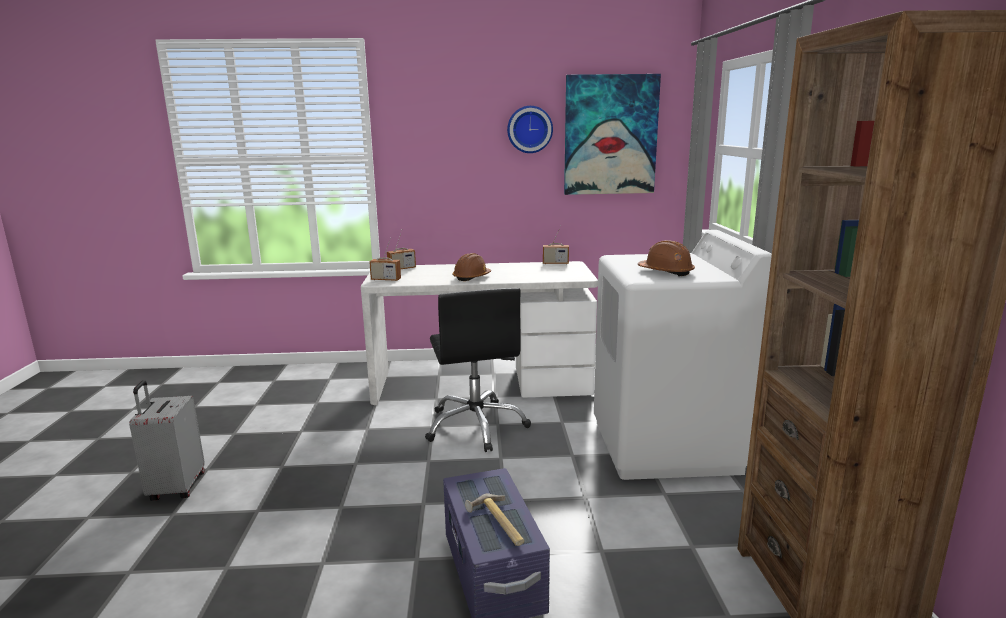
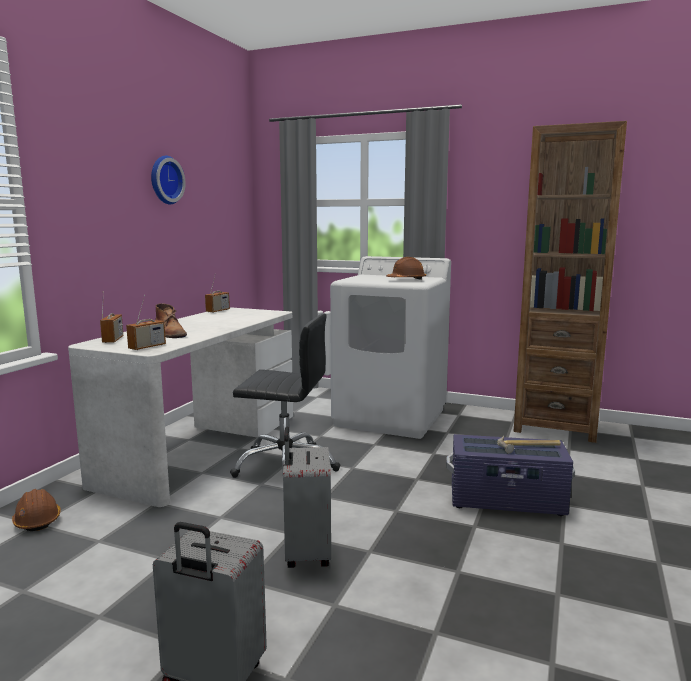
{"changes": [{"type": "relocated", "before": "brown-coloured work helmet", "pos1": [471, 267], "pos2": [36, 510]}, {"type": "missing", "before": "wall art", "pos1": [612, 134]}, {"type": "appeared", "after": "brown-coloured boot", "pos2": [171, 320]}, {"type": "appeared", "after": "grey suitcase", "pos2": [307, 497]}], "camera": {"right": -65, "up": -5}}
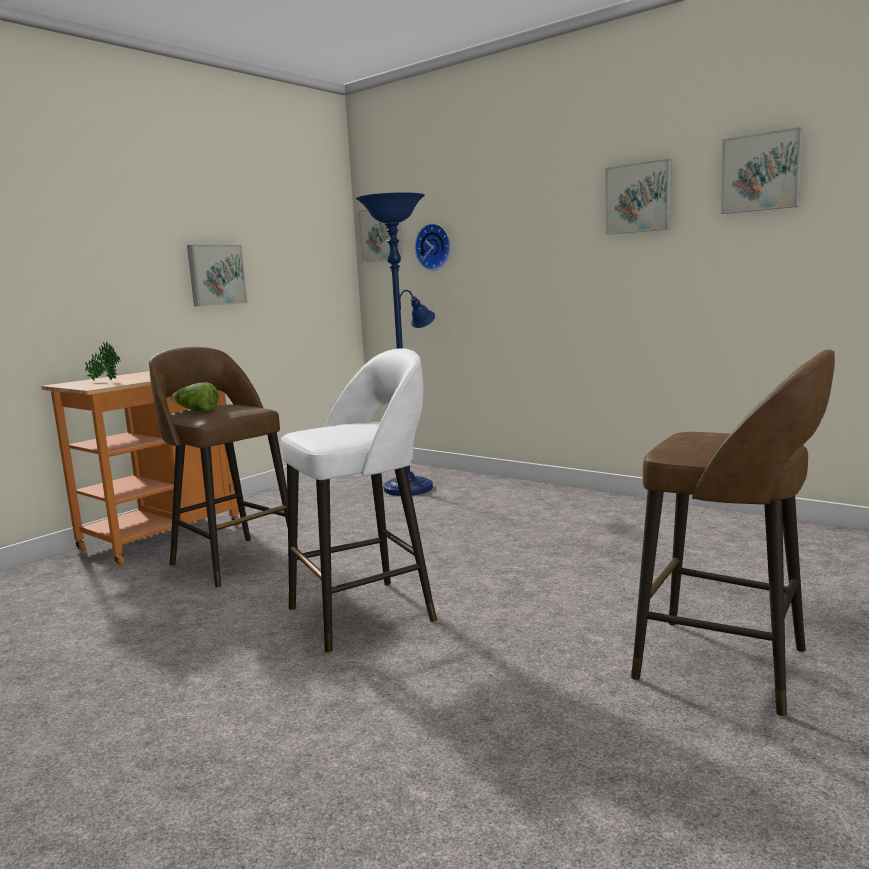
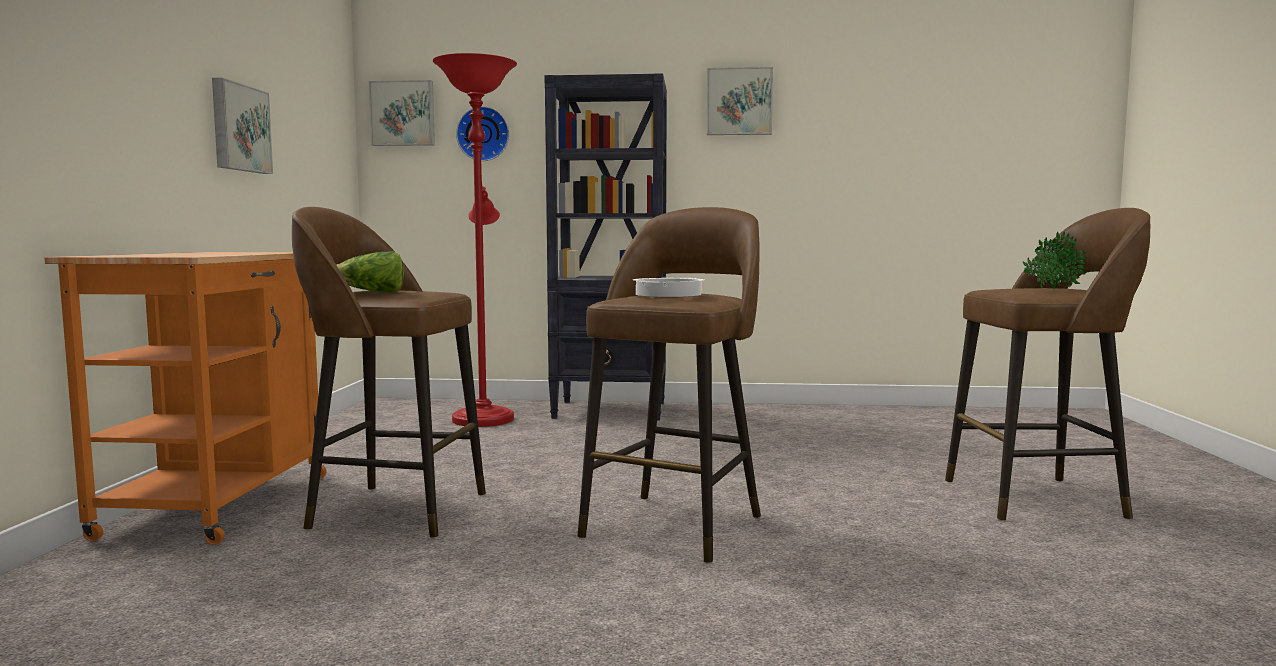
{"changes": [{"type": "relocated", "before": "plant in a pot", "pos1": [103, 361], "pos2": [1055, 260]}, {"type": "colour", "before": "white-coloured stool", "after": "brown-coloured stool", "pos1": [359, 500], "pos2": [669, 385]}, {"type": "colour", "before": "blue floor lamp", "after": "reddish floor lamp", "pos1": [395, 344], "pos2": [475, 240]}, {"type": "missing", "before": "wall art", "pos1": [761, 170]}, {"type": "appeared", "after": "black-coloured shelving unit", "pos2": [605, 247]}, {"type": "appeared", "after": "stockpot", "pos2": [668, 287]}], "camera": {"right": -35, "up": -5}}
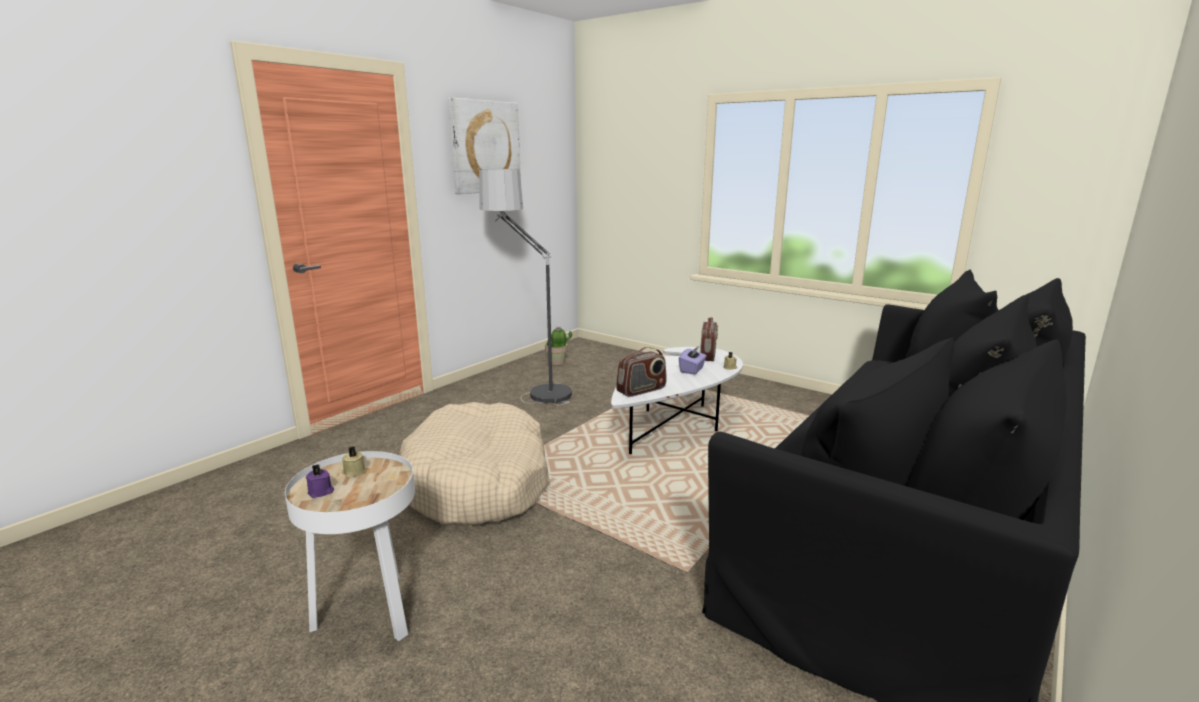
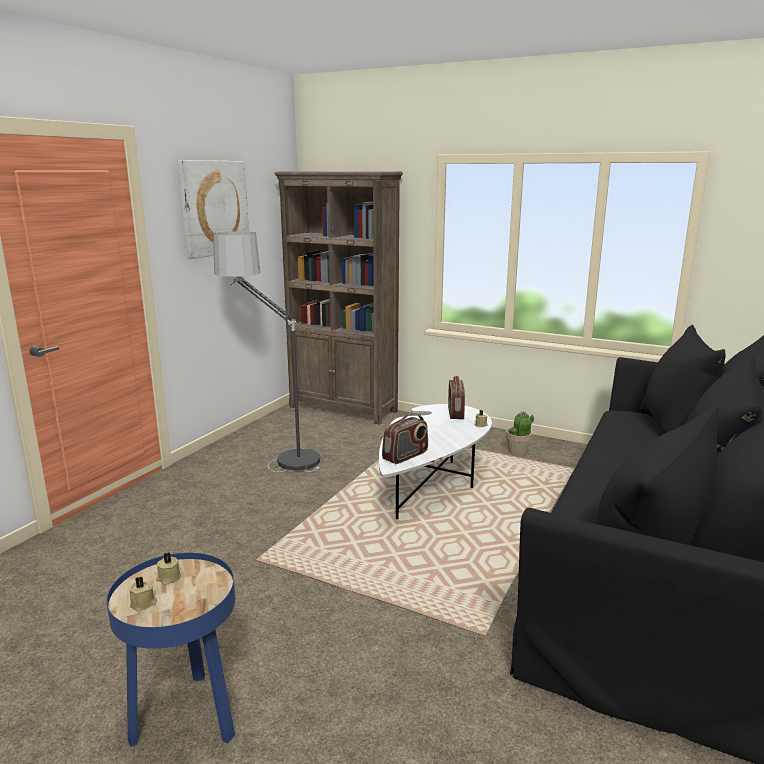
{"changes": [{"type": "colour", "before": "white-coloured accent table", "after": "blue accent table", "pos1": [350, 546], "pos2": [171, 650]}, {"type": "colour", "before": "purplish wax candle", "after": "beige wax candle", "pos1": [320, 481], "pos2": [143, 594]}, {"type": "missing", "before": "beige pet bed", "pos1": [474, 463]}, {"type": "relocated", "before": "plant in a pot", "pos1": [558, 346], "pos2": [520, 433]}, {"type": "missing", "before": "purplish tissue box", "pos1": [693, 360]}, {"type": "appeared", "after": "brown-coloured shelving unit", "pos2": [338, 298]}], "camera": {"right": -10, "up": 0}}
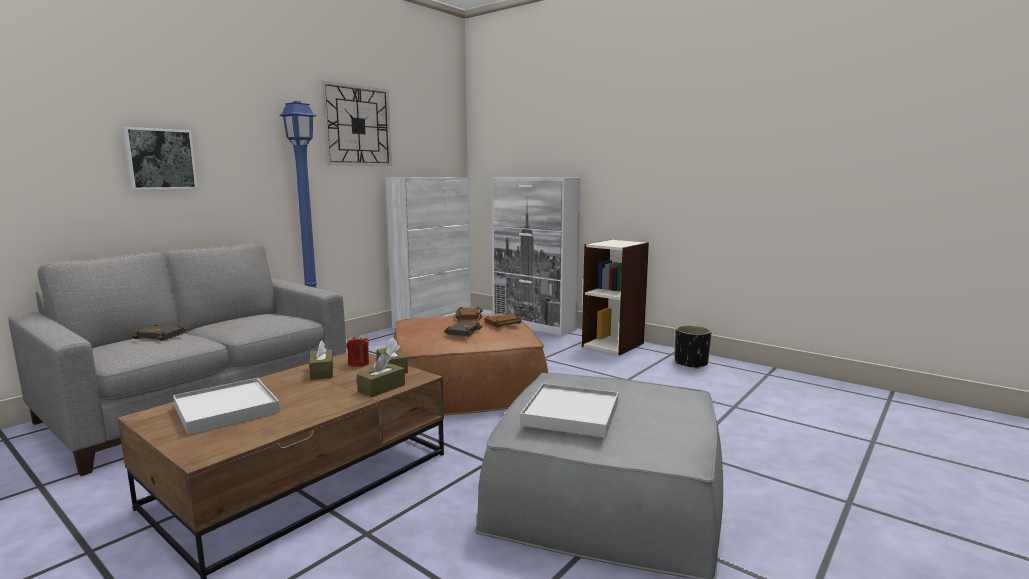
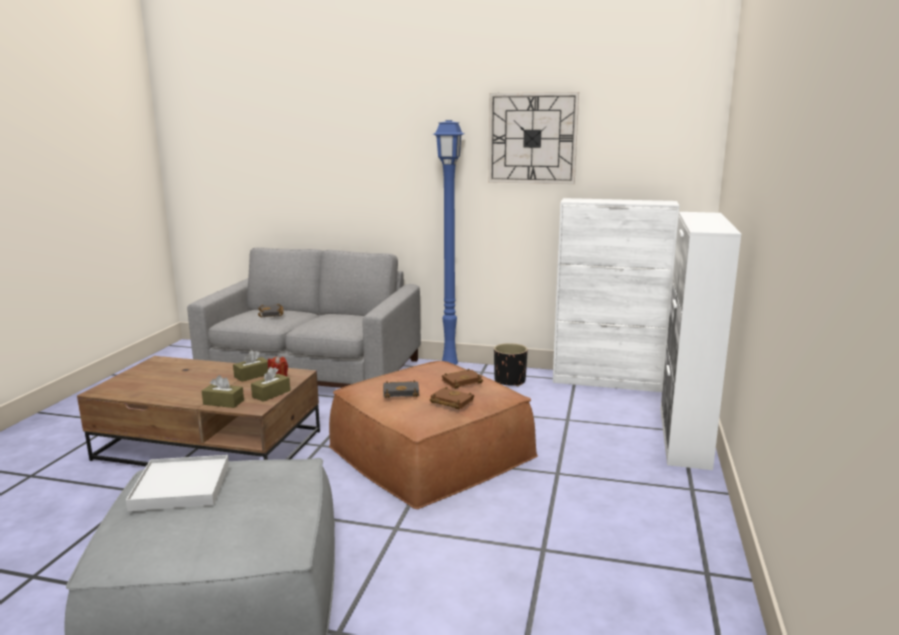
{"changes": [{"type": "missing", "before": "wall art", "pos1": [160, 158]}, {"type": "missing", "before": "white-coloured carrying tray", "pos1": [226, 406]}, {"type": "missing", "before": "shelving unit", "pos1": [615, 297]}, {"type": "relocated", "before": "black-coloured planter", "pos1": [693, 347], "pos2": [511, 365]}], "camera": {"right": 65, "up": 5}}
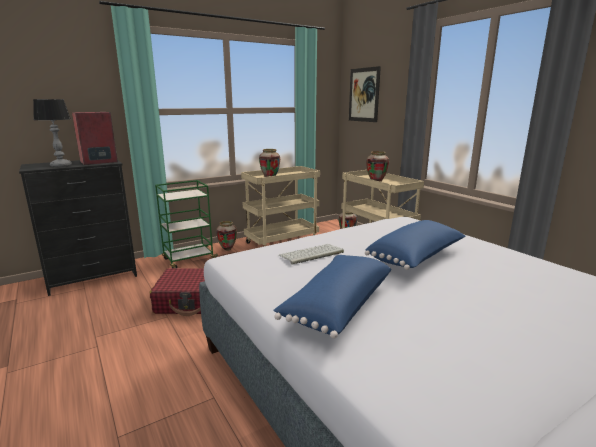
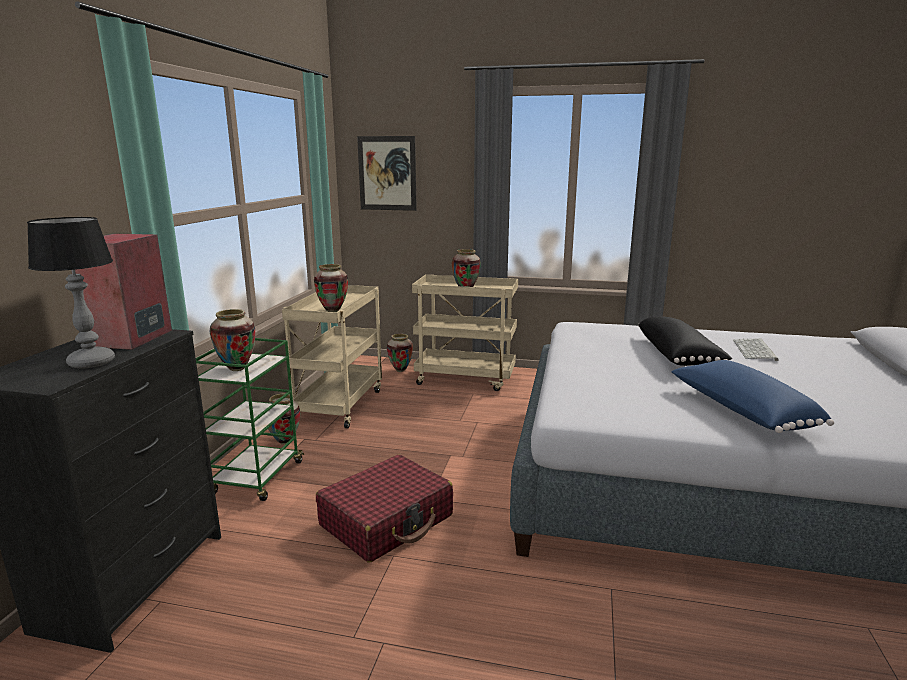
{"changes": [{"type": "relocated", "before": "PC keyboard", "pos1": [311, 254], "pos2": [755, 349]}, {"type": "colour", "before": "blue cushion", "after": "black-coloured cushion", "pos1": [415, 245], "pos2": [685, 341]}, {"type": "appeared", "after": "decorative vase", "pos2": [232, 340]}], "camera": {"right": -45, "up": 0}}
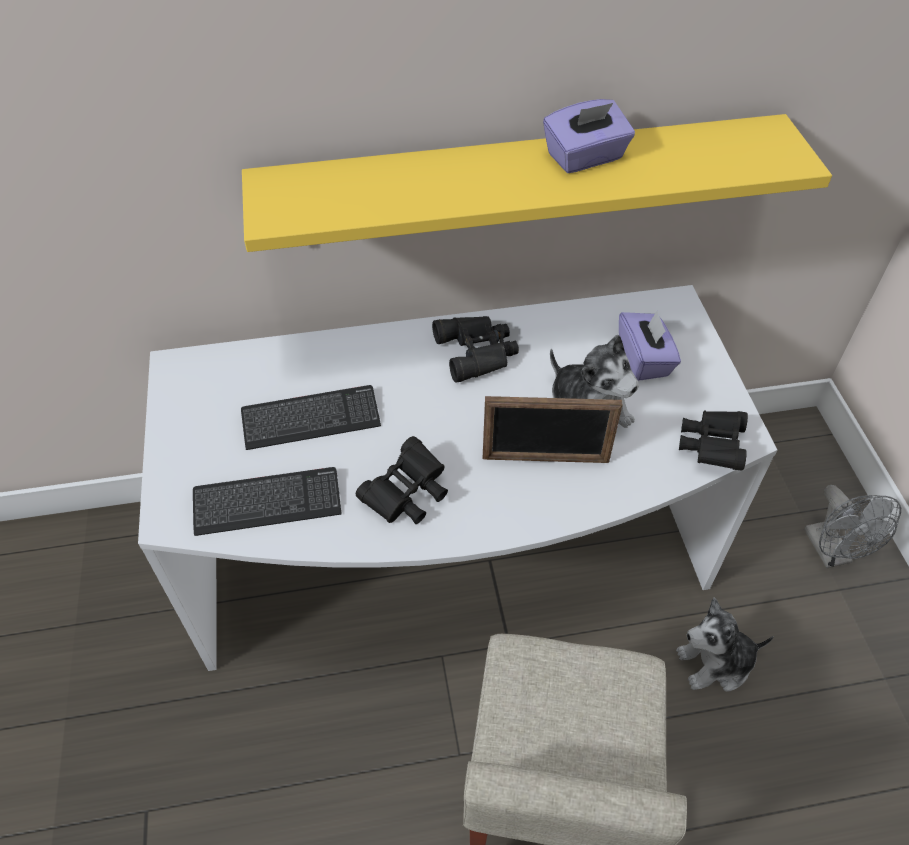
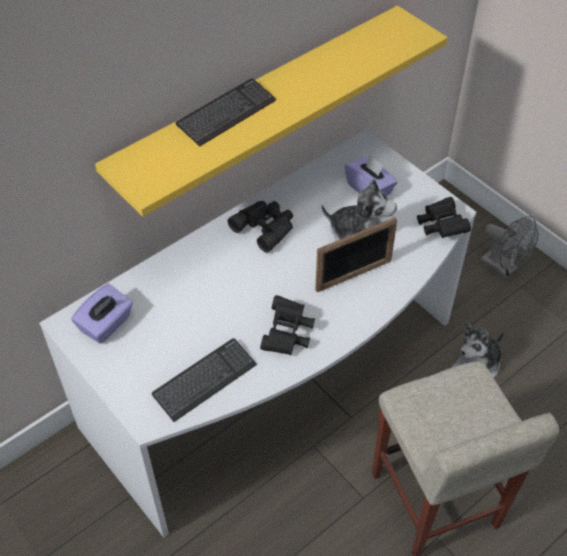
{"changes": [{"type": "relocated", "before": "PC keyboard", "pos1": [311, 417], "pos2": [225, 112]}, {"type": "relocated", "before": "purplish tissue box", "pos1": [589, 136], "pos2": [102, 313]}], "camera": {"right": -30, "up": 0}}
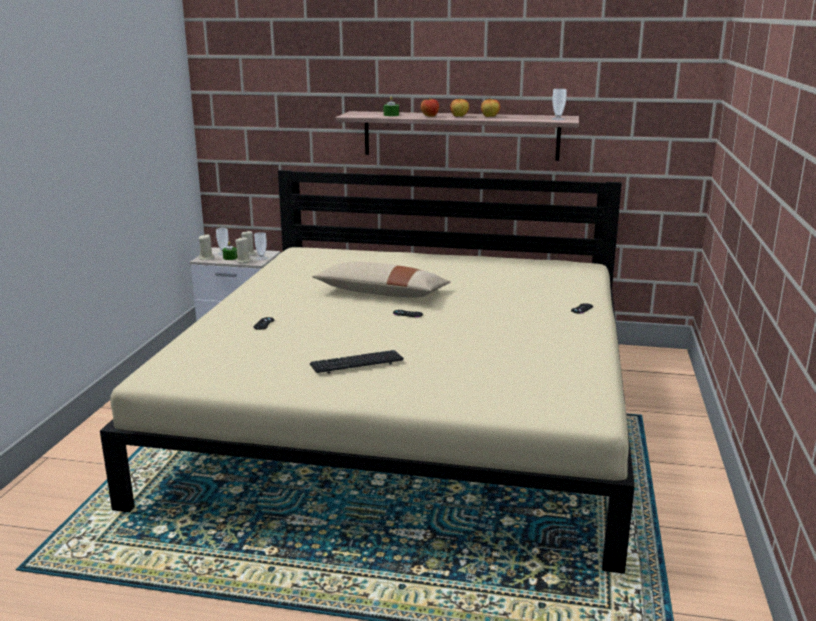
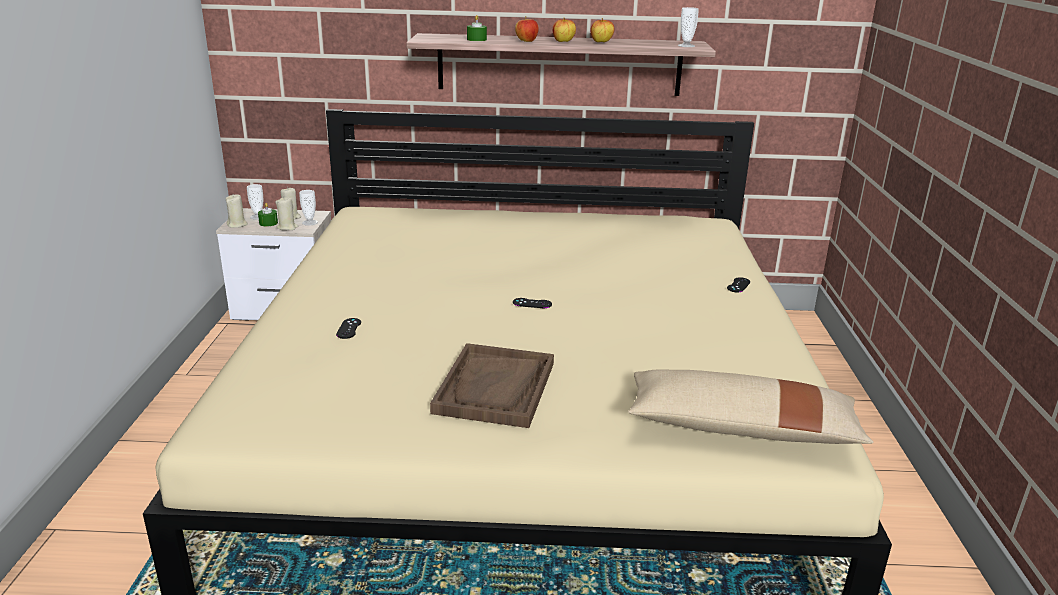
{"changes": [{"type": "exchanged", "before": "PC keyboard", "after": "brown-coloured carrying tray", "pos1": [357, 362], "pos2": [492, 385]}, {"type": "relocated", "before": "beige cushion", "pos1": [381, 280], "pos2": [750, 406]}], "camera": {"right": -10, "up": 5}}
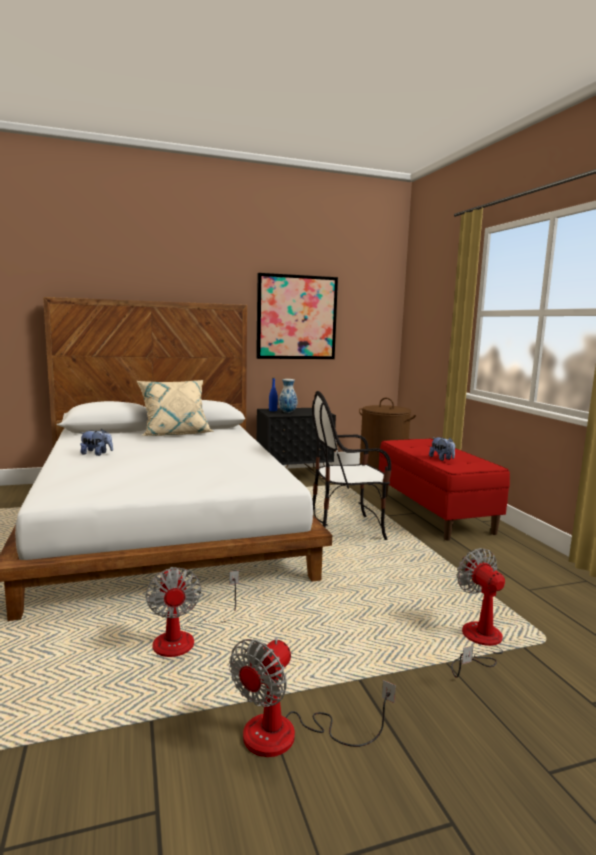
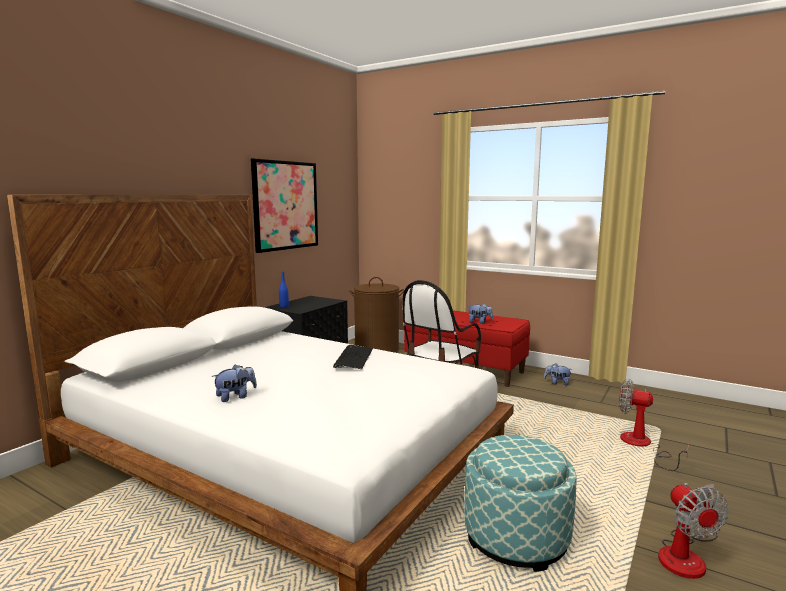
{"changes": [{"type": "missing", "before": "beige cushion", "pos1": [175, 408]}, {"type": "exchanged", "before": "electric fan", "after": "footrest", "pos1": [192, 612], "pos2": [520, 503]}, {"type": "missing", "before": "decorative vase", "pos1": [287, 396]}, {"type": "appeared", "after": "PC keyboard", "pos2": [353, 357]}, {"type": "appeared", "after": "soft toy", "pos2": [557, 374]}], "camera": {"right": -40, "up": 0}}
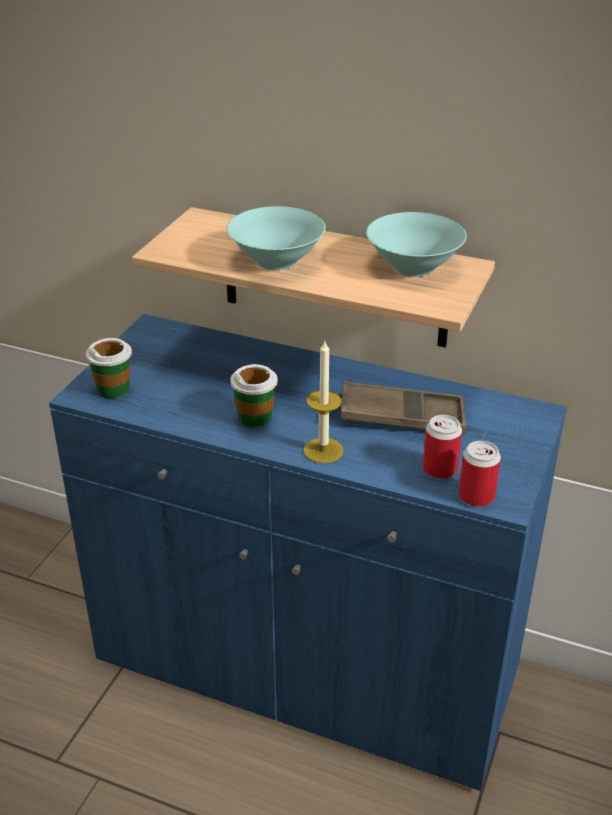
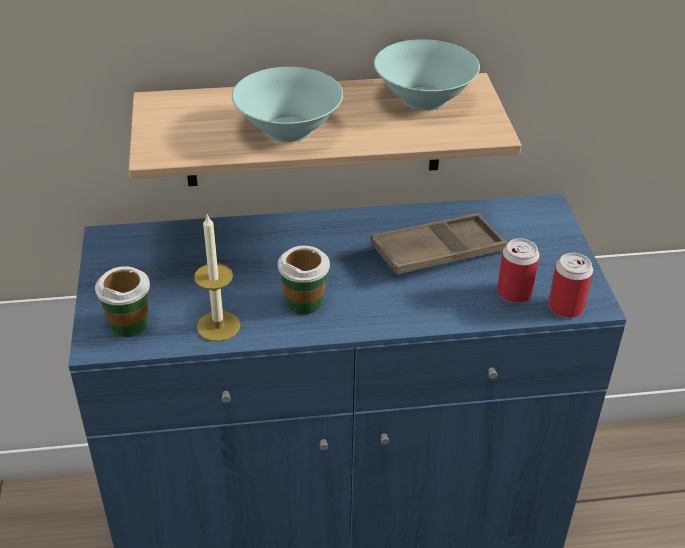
{"changes": [{"type": "relocated", "before": "wax candle", "pos1": [323, 402], "pos2": [217, 278]}], "camera": {"right": -30, "up": 5}}
